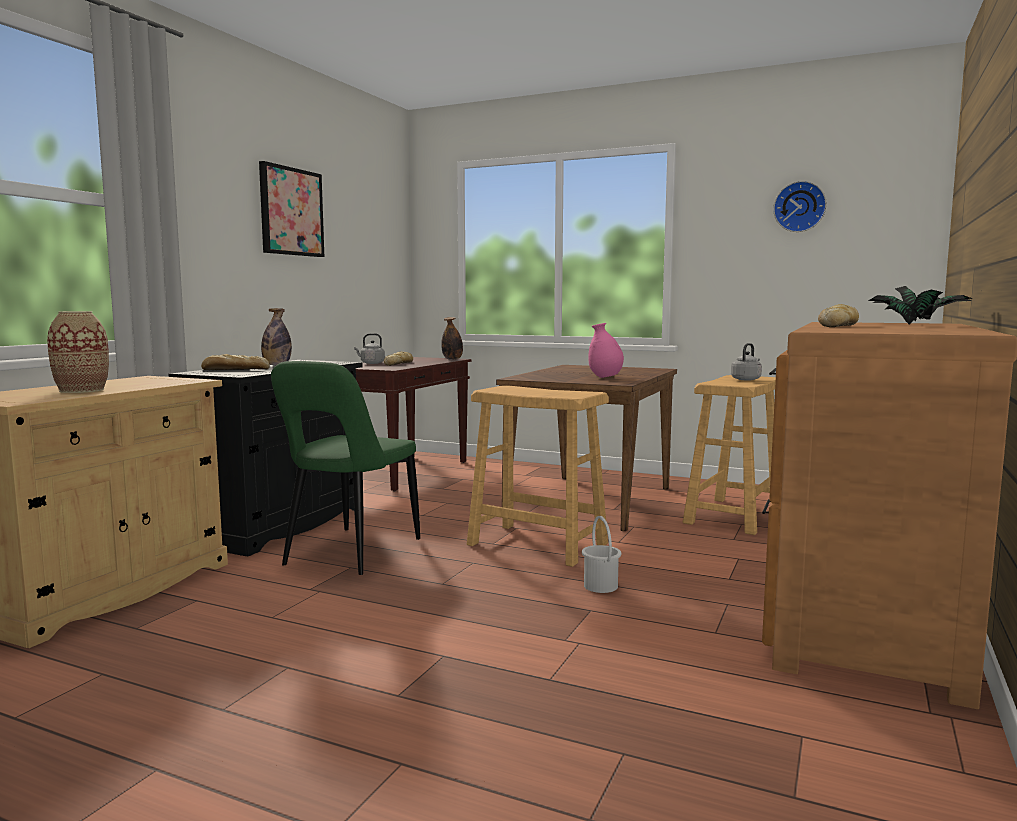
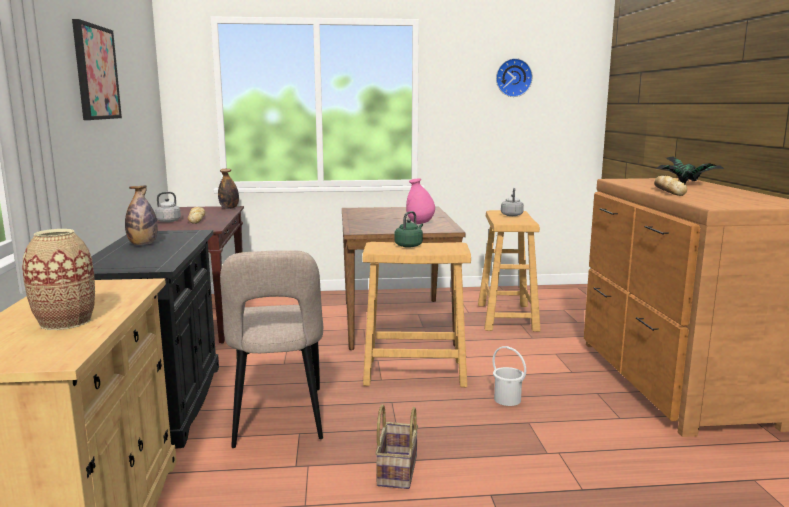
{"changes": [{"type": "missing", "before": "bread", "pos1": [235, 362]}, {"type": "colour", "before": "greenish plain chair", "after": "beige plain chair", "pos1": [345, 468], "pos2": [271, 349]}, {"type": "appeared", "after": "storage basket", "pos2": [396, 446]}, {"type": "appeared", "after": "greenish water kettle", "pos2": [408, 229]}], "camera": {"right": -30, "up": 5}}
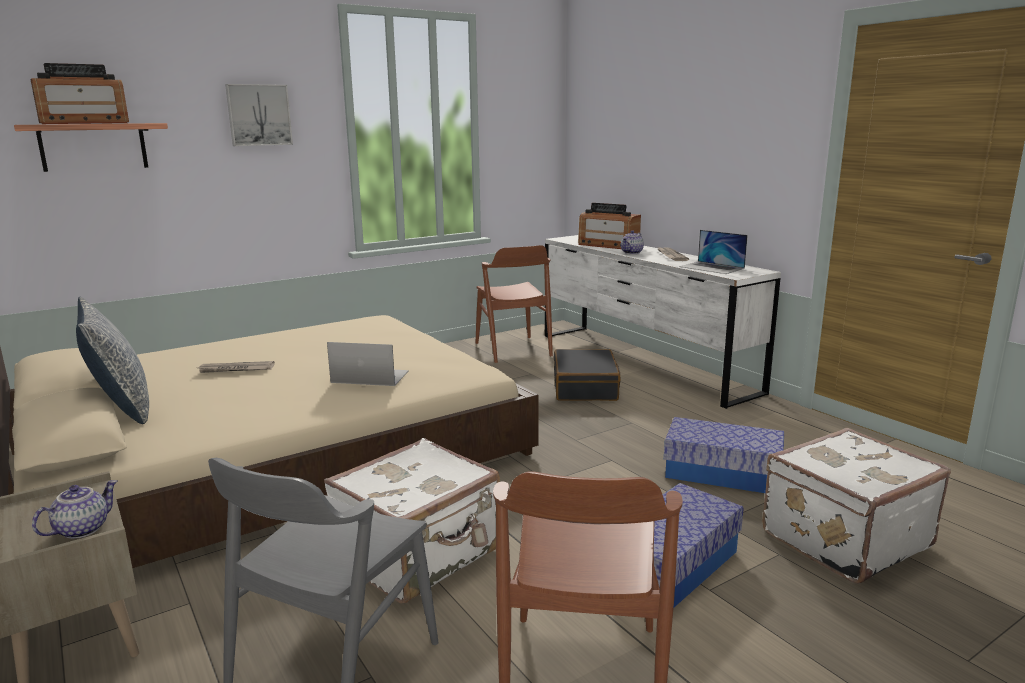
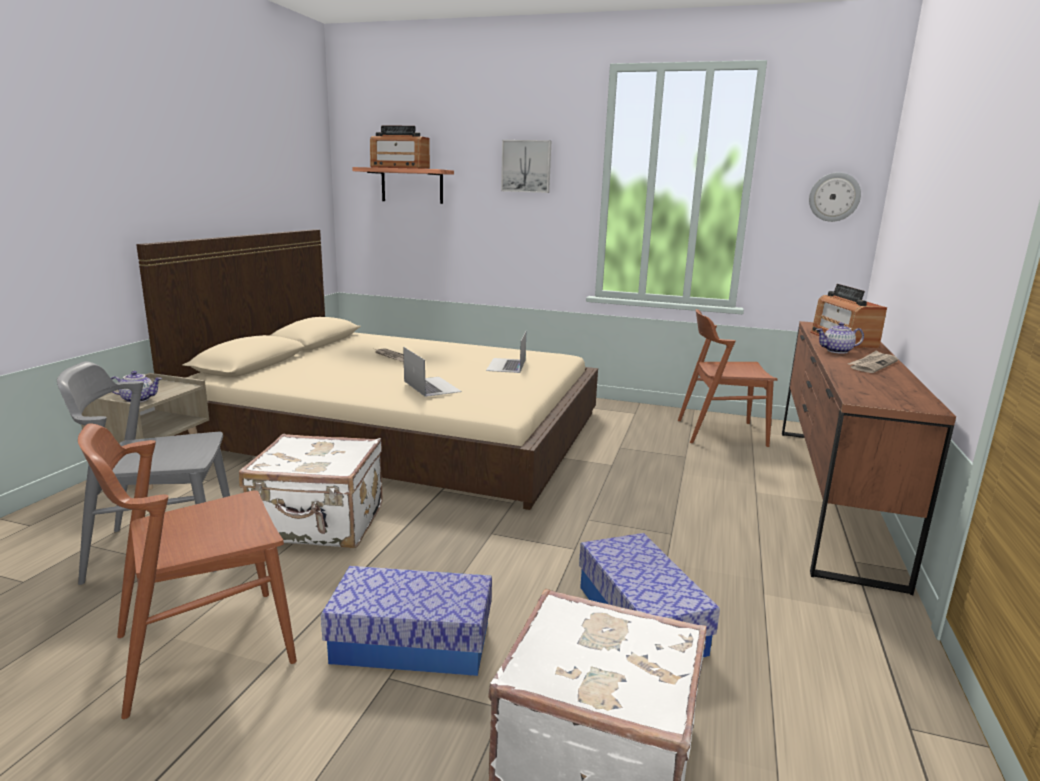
{"changes": [{"type": "missing", "before": "cushion", "pos1": [112, 360]}, {"type": "spun", "before": "brown-coloured plain chair", "pos1": [514, 304], "pos2": [728, 378], "turn": 60}, {"type": "colour", "before": "white-coloured drawer chest", "after": "brown-coloured drawer chest", "pos1": [663, 322], "pos2": [869, 458]}, {"type": "missing", "before": "black-coloured suitcase", "pos1": [587, 375]}, {"type": "relocated", "before": "notebook computer", "pos1": [713, 252], "pos2": [506, 351]}, {"type": "appeared", "after": "clock on the wall", "pos2": [835, 197]}], "camera": {"right": 50, "up": 0}}
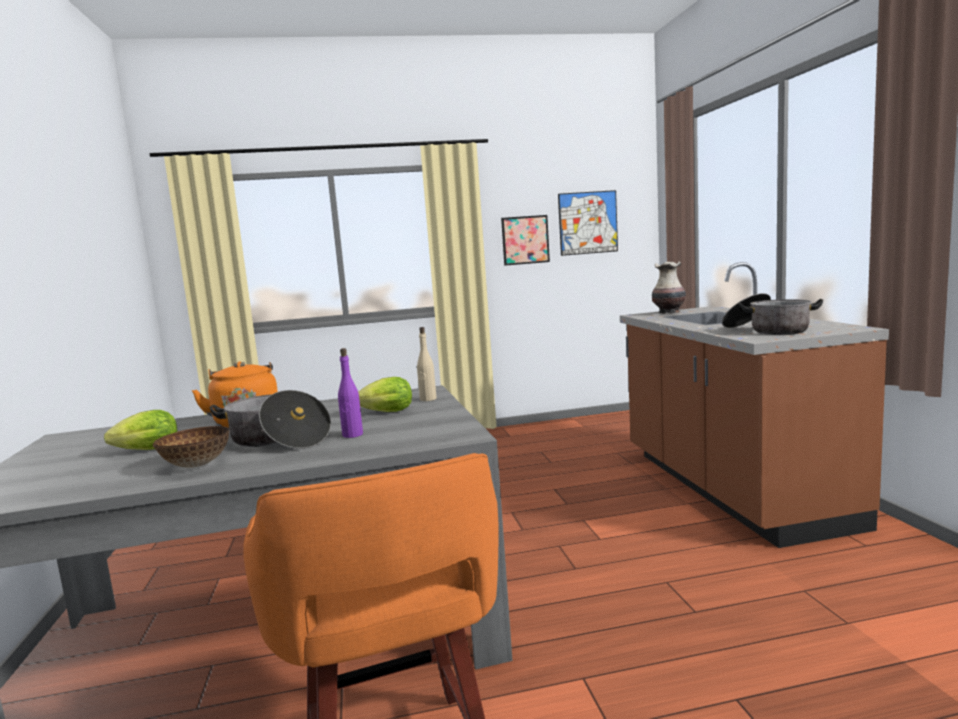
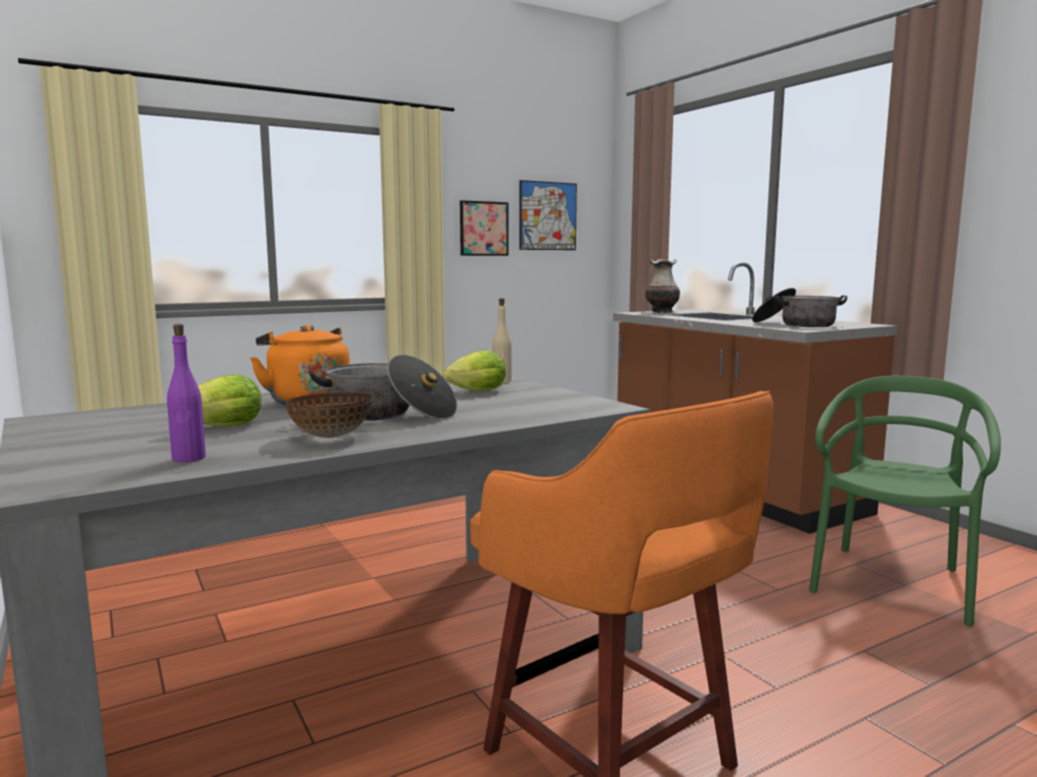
{"changes": [{"type": "relocated", "before": "purplish drink bottle", "pos1": [350, 393], "pos2": [186, 393]}, {"type": "appeared", "after": "greenish plain chair", "pos2": [905, 501]}], "camera": {"right": -20, "up": 0}}
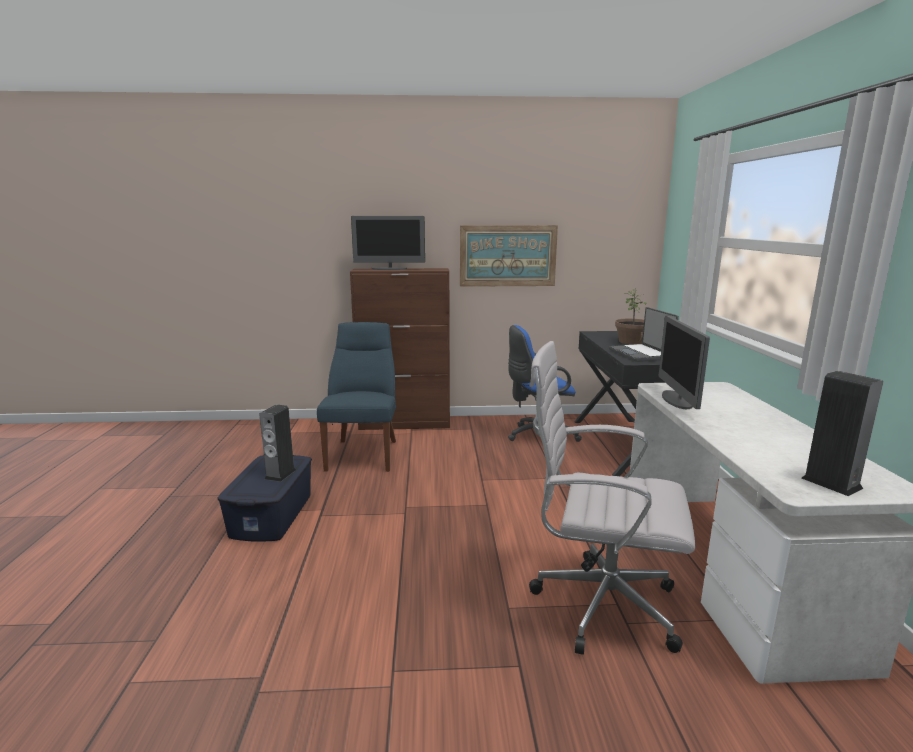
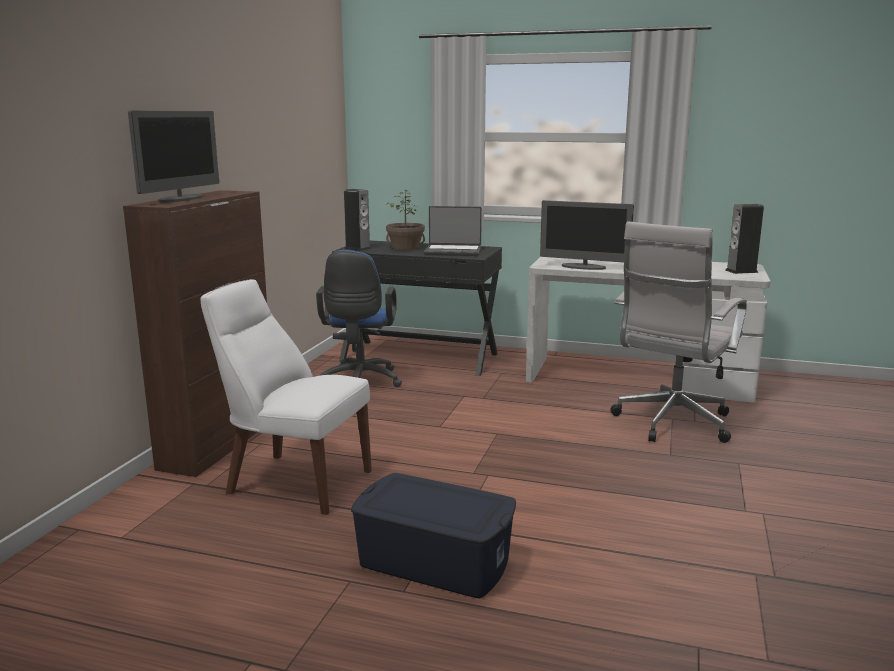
{"changes": [{"type": "relocated", "before": "speaker", "pos1": [277, 443], "pos2": [357, 220]}, {"type": "colour", "before": "blue plain chair", "after": "white-coloured plain chair", "pos1": [356, 397], "pos2": [286, 397]}, {"type": "missing", "before": "wall art", "pos1": [509, 256]}], "camera": {"right": -70, "up": 0}}
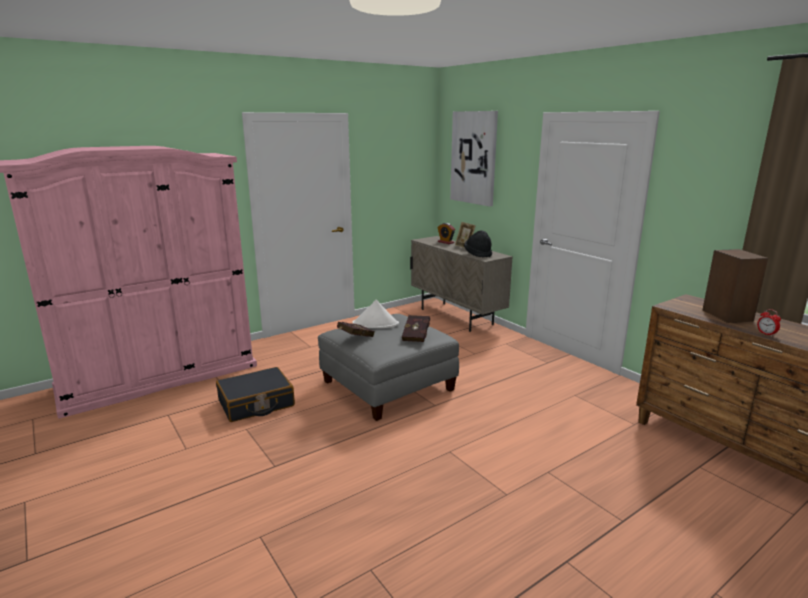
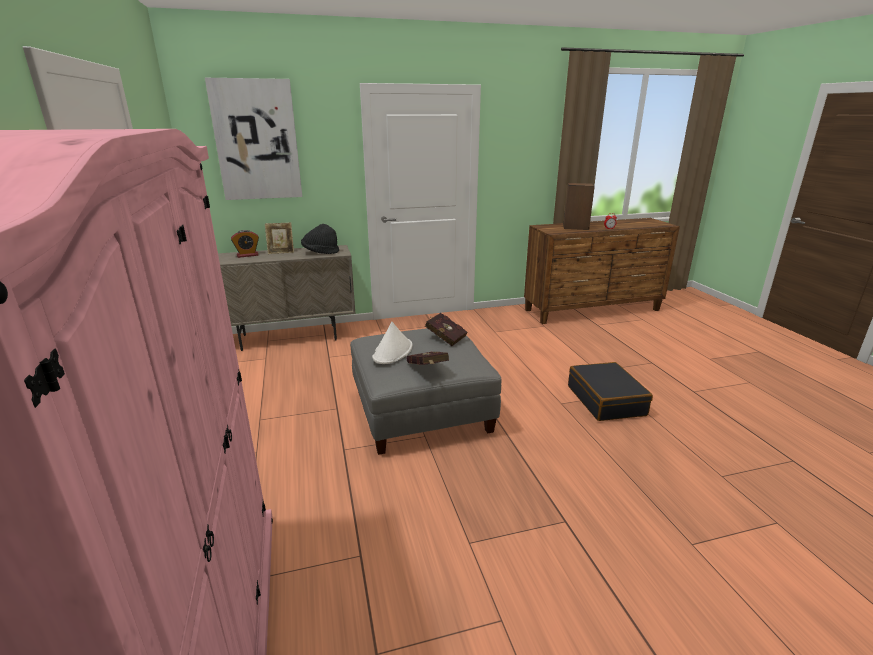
{"changes": [{"type": "relocated", "before": "black-coloured suitcase", "pos1": [255, 394], "pos2": [610, 391]}], "camera": {"right": -70, "up": 5}}
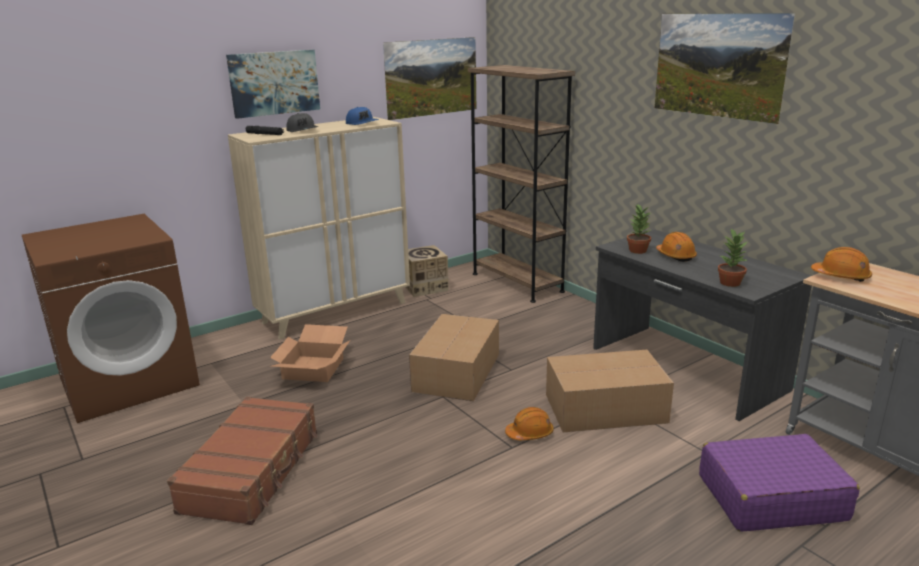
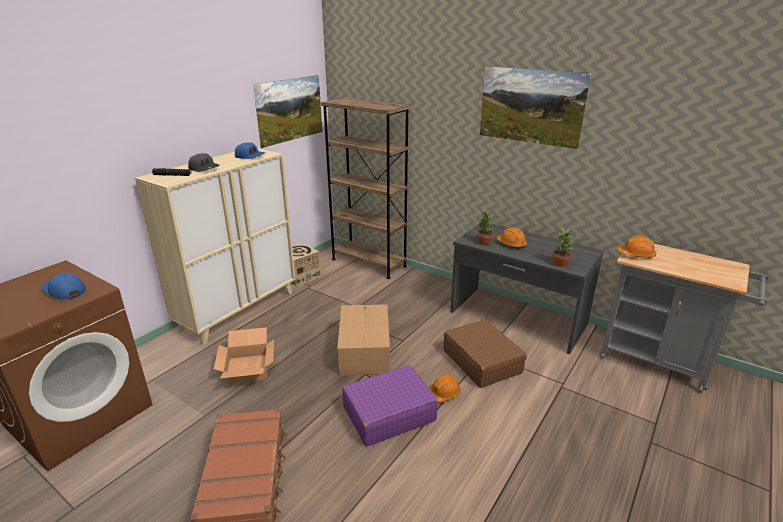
{"changes": [{"type": "missing", "before": "wall art", "pos1": [273, 84]}, {"type": "exchanged", "before": "carton", "after": "brown-coloured suitcase", "pos1": [610, 391], "pos2": [484, 354]}, {"type": "relocated", "before": "purplish suitcase", "pos1": [779, 483], "pos2": [390, 405]}, {"type": "appeared", "after": "blue peaked cap", "pos2": [63, 286]}], "camera": {"right": -20, "up": 5}}
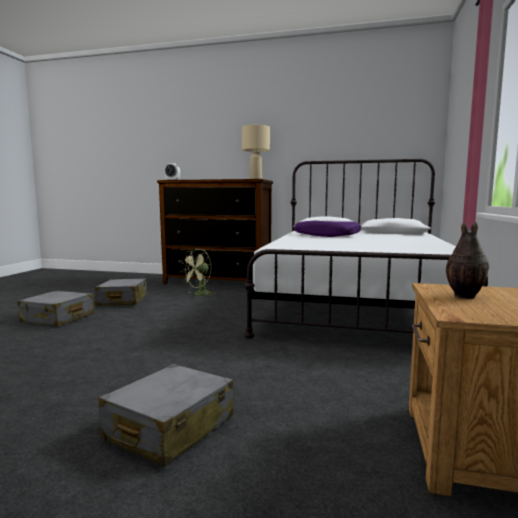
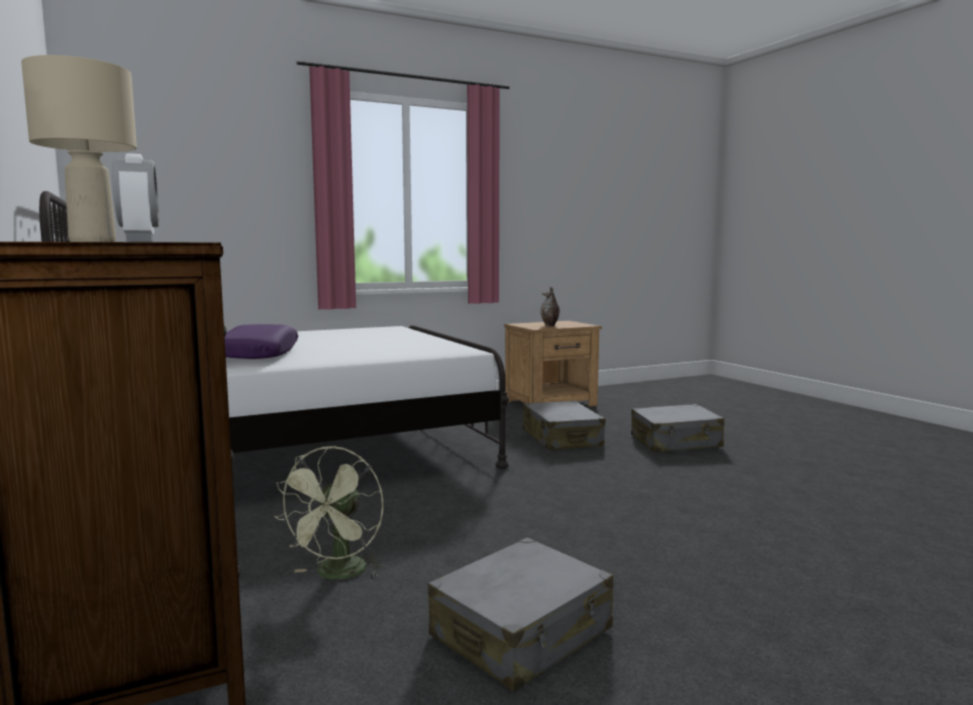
{"changes": [{"type": "relocated", "before": "grey suitcase", "pos1": [55, 308], "pos2": [564, 425]}, {"type": "spun", "before": "greenish electric fan", "pos1": [198, 273], "pos2": [328, 512], "turn": 105}], "camera": {"right": -130, "up": 0}}
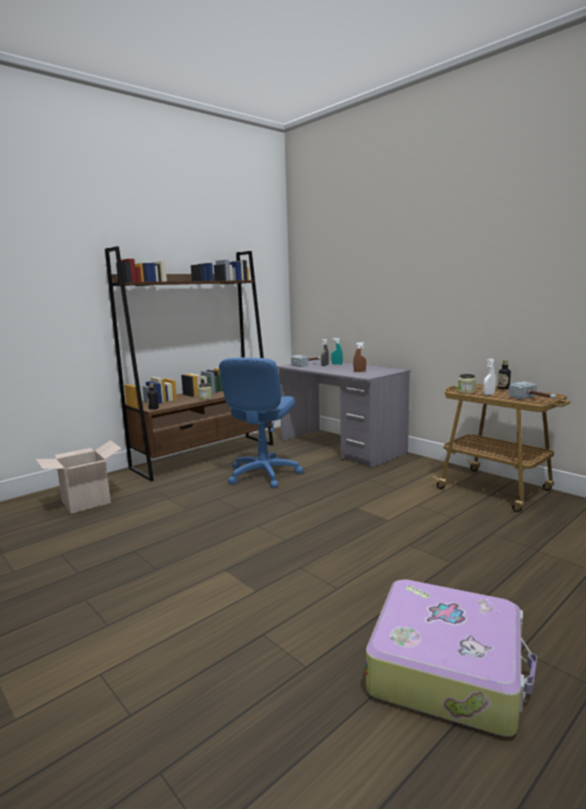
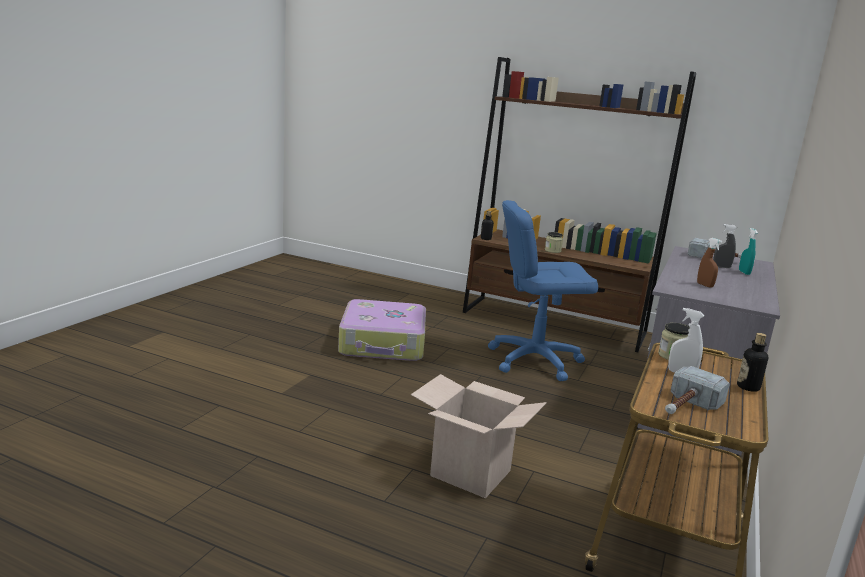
{"changes": [{"type": "relocated", "before": "carton", "pos1": [78, 477], "pos2": [479, 436]}, {"type": "relocated", "before": "suitcase", "pos1": [451, 658], "pos2": [382, 330]}], "camera": {"right": 65, "up": 5}}
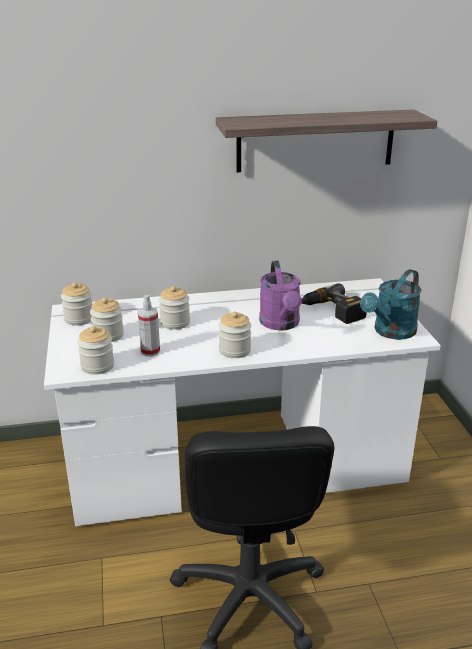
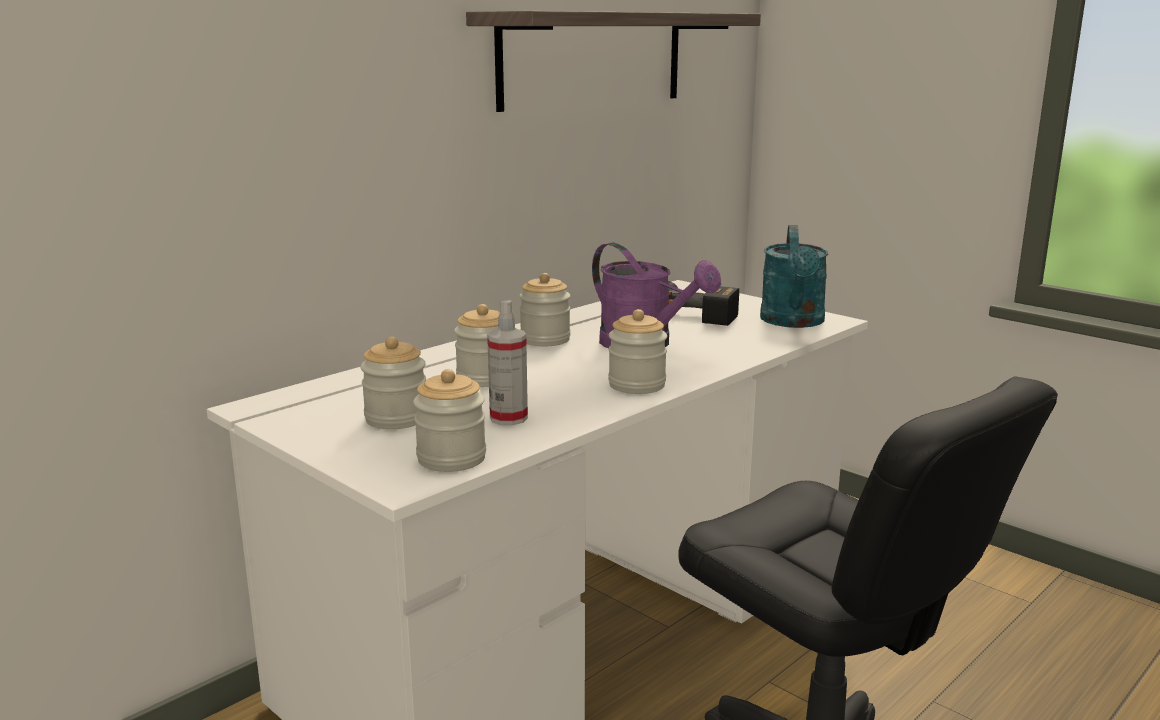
{"changes": [{"type": "relocated", "before": "storage jar", "pos1": [76, 304], "pos2": [544, 309]}], "camera": {"right": -35, "up": -10}}
